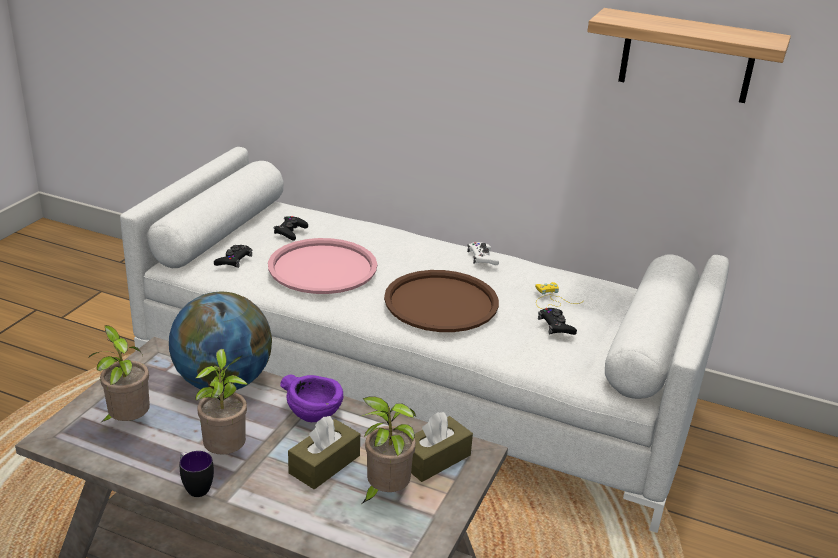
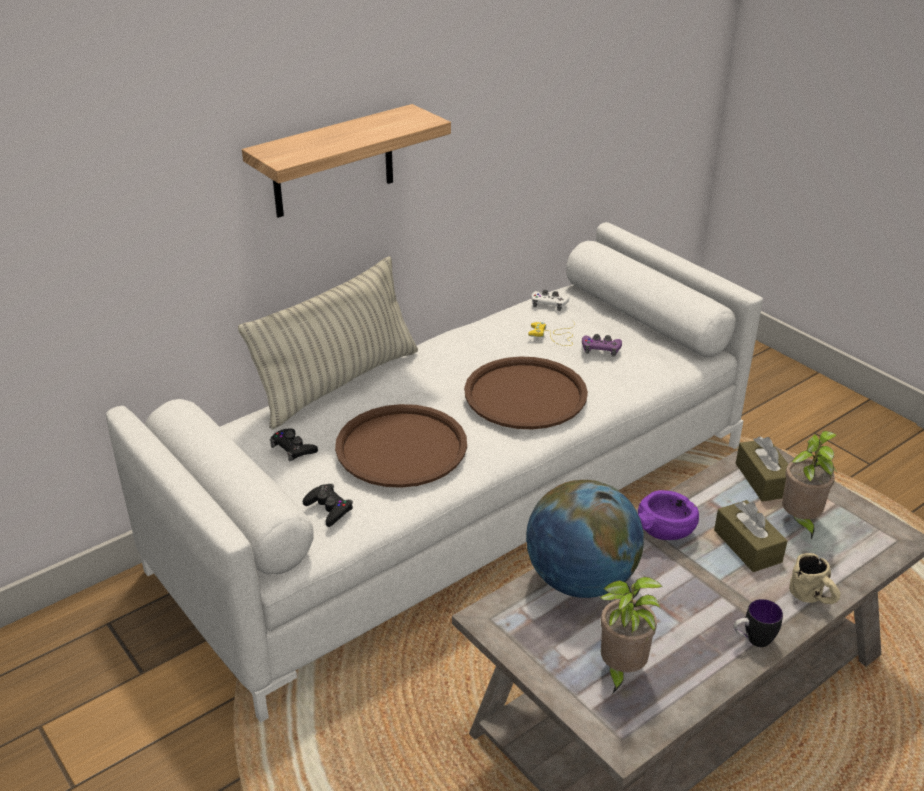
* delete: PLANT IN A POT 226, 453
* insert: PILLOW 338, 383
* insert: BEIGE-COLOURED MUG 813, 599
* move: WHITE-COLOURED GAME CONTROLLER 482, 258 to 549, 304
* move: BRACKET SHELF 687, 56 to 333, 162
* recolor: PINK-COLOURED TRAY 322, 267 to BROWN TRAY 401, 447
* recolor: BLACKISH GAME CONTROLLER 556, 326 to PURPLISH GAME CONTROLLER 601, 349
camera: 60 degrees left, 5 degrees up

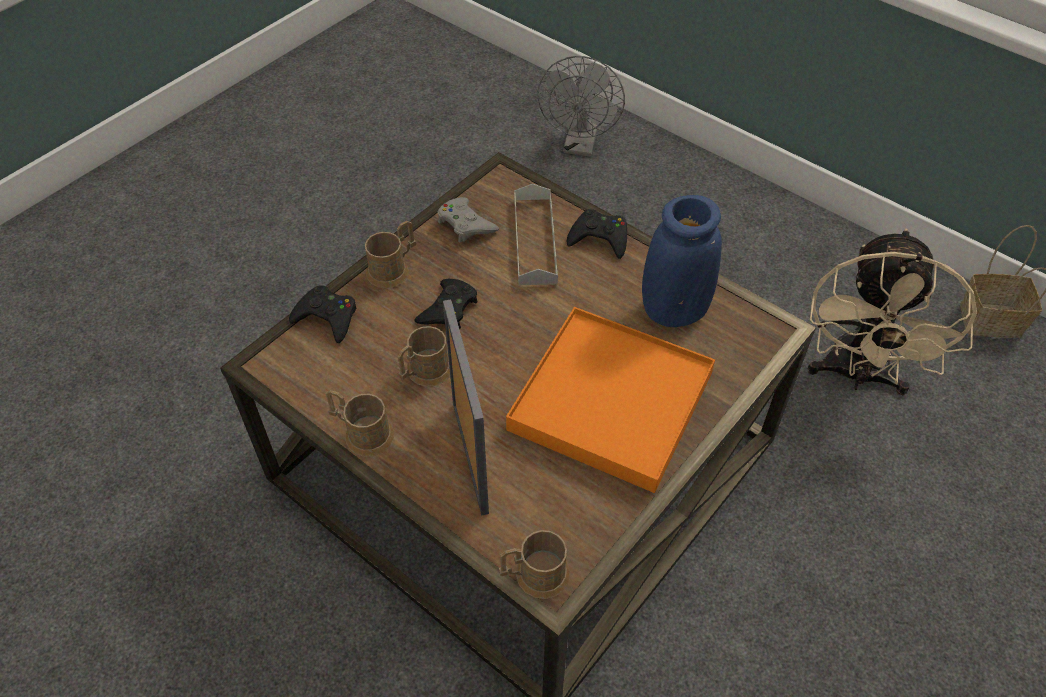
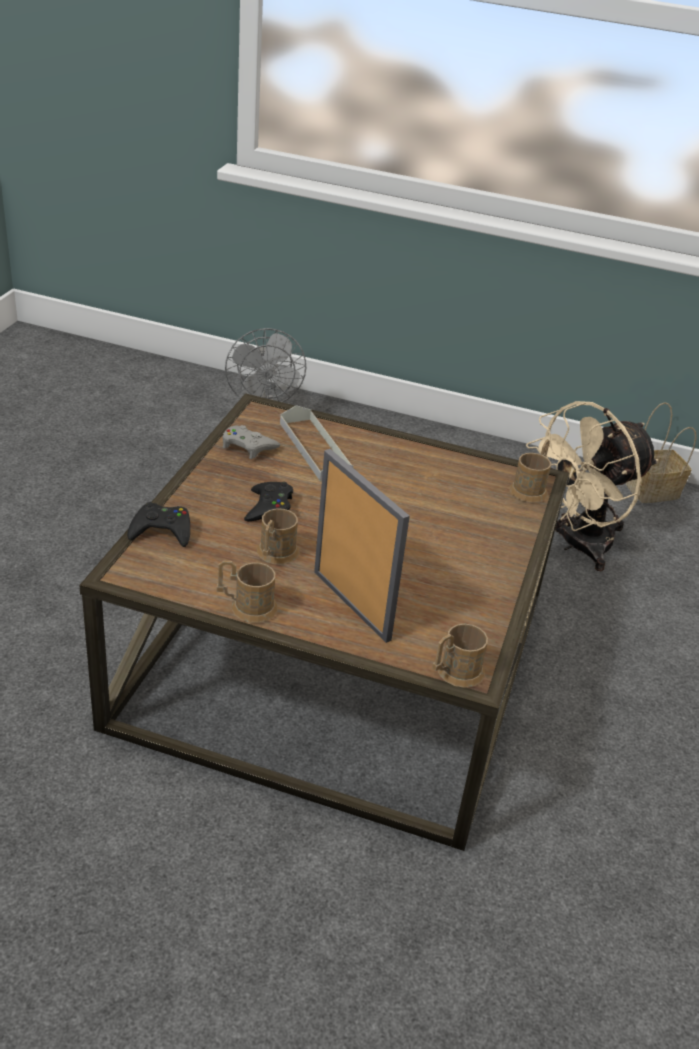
* delete: ORANGE-COLOURED TRAY 610, 401
* delete: BLACKISH GAME CONTROLLER 599, 238
* delete: BLUISH DECORATIVE VASE 674, 311
* move: BROWN MUG 393, 269 to 530, 488
* rotate: BEIGE-COLOURED FAN 857, 375 = 576, 545 60 degrees clockwise
camera: 25 degrees left, 15 degrees down

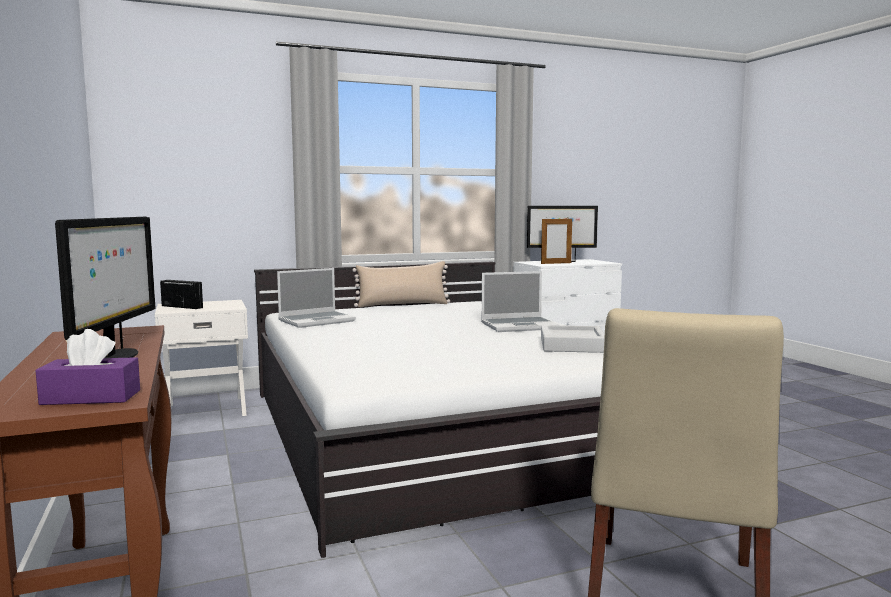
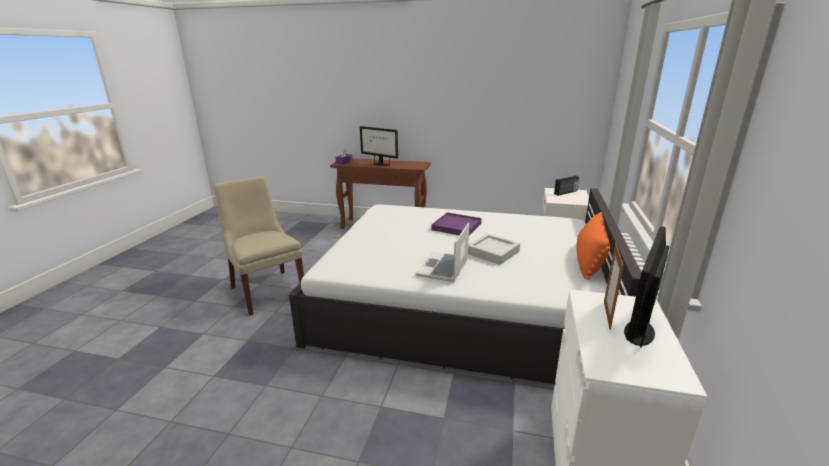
* delete: LAPTOP 317, 321
* insert: PURPLISH TRAY 456, 226
* move: GREYISH TRAY 572, 345 to 493, 252
* recolor: BEIGE-COLOURED PILLOW 402, 305 to ORANGE-COLOURED PILLOW 589, 260
camera: 125 degrees right, 15 degrees up

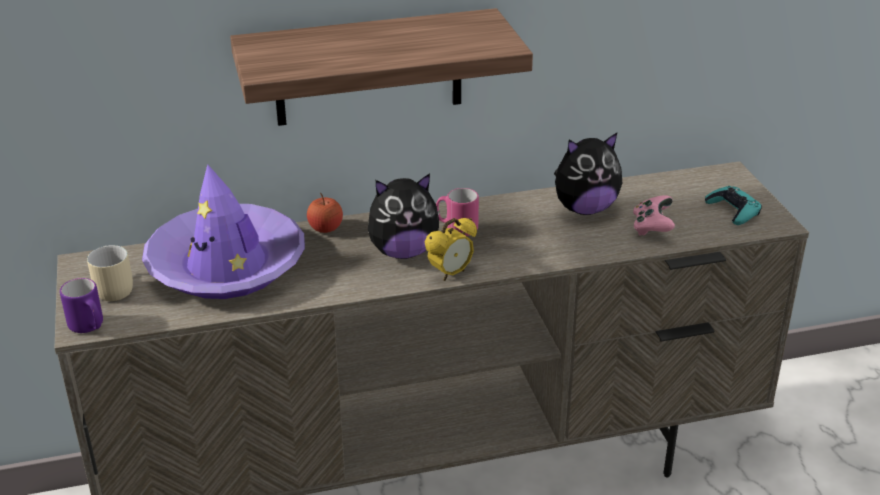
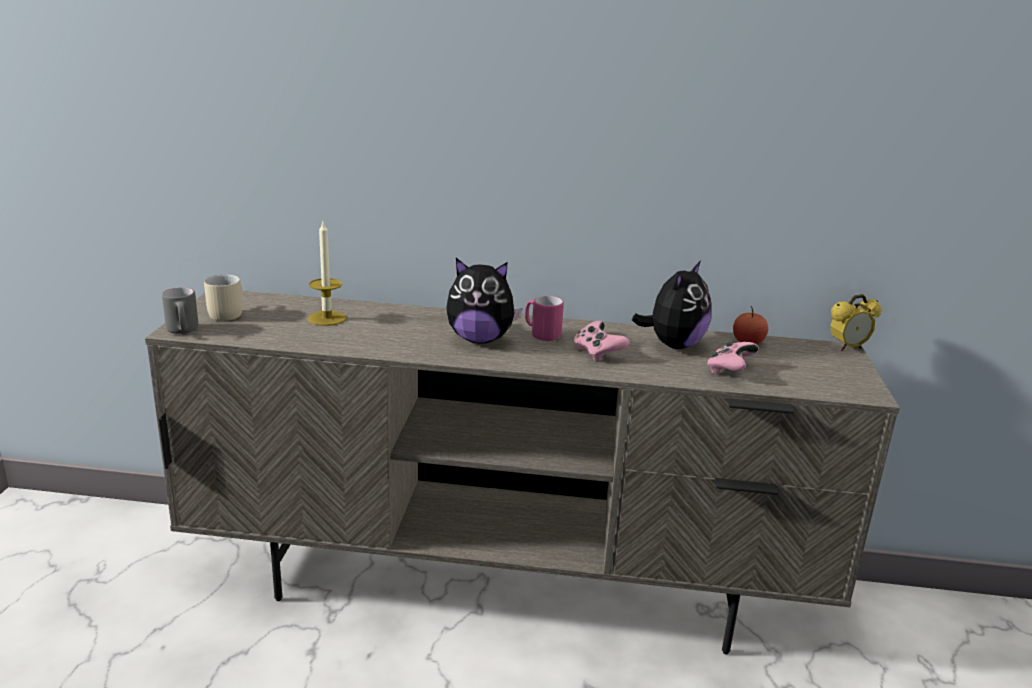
* delete: BRACKET SHELF 368, 68
* delete: TURQUOISE GAME CONTROLLER 733, 210
* insert: PINK-COLOURED GAME CONTROLLER 598, 353
* move: WHOLE APPLE 325, 228 to 748, 342
* move: TABLE CLOCK 450, 274 to 848, 348
* replace: PURPLISH CLOTHING HAT 227, 265 to WAX LIGHT 327, 318
* recolor: PURPLISH MUG 89, 327 to GREYISH MUG 183, 331
* rotate: CUDDLY TOY 584, 208 = 673, 345 60 degrees counterclockwise
camera: 20 degrees right, 10 degrees down

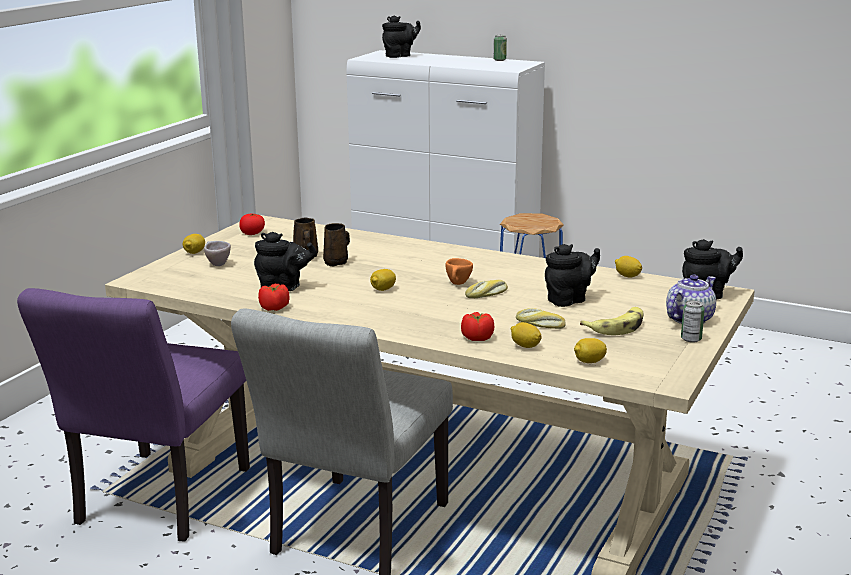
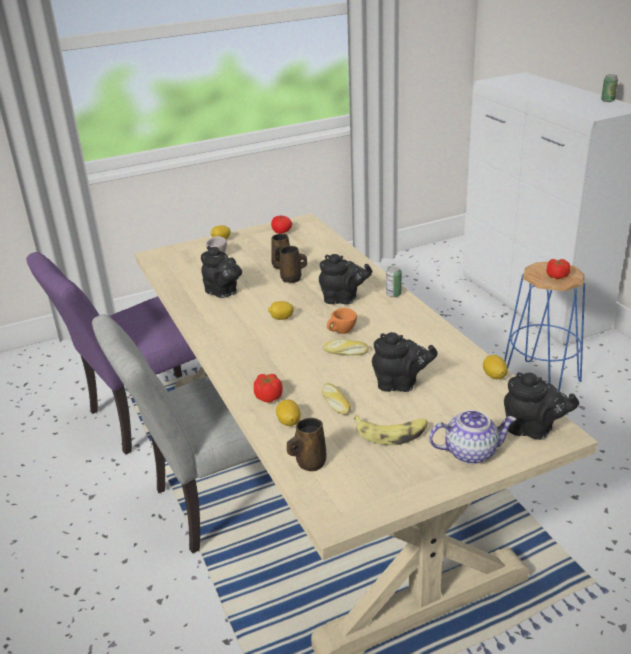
* move: FRESH TOMATO 274, 308 to 557, 276
* move: BLACKISH TEAPOT 400, 56 to 343, 299
* move: METAL CAN 691, 339 to 393, 294
* replace: WHOLE LEMON 589, 362 to BROWN MUG 309, 463
camera: 40 degrees right, 10 degrees up

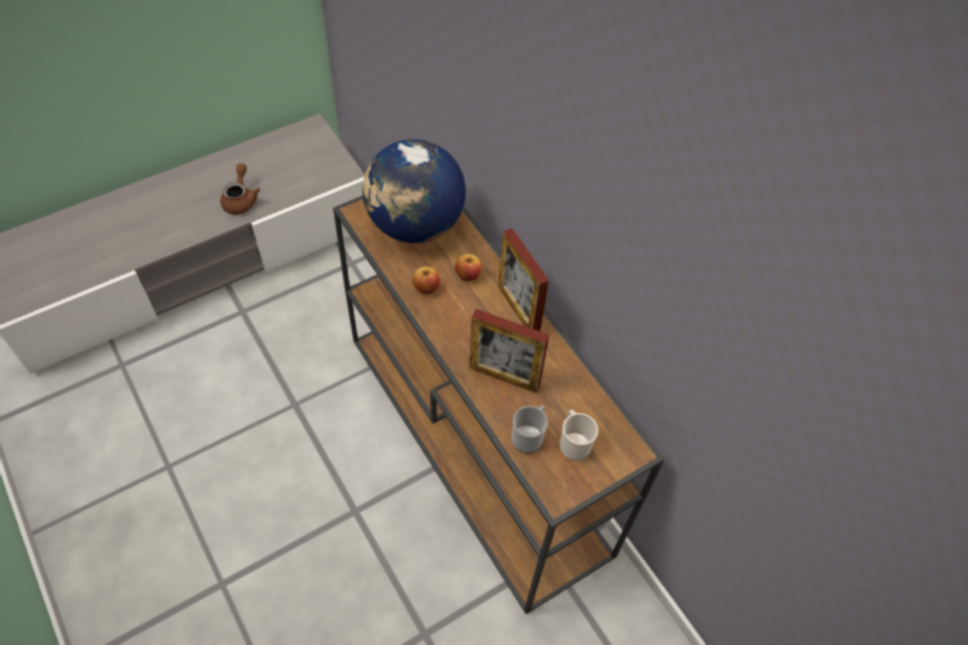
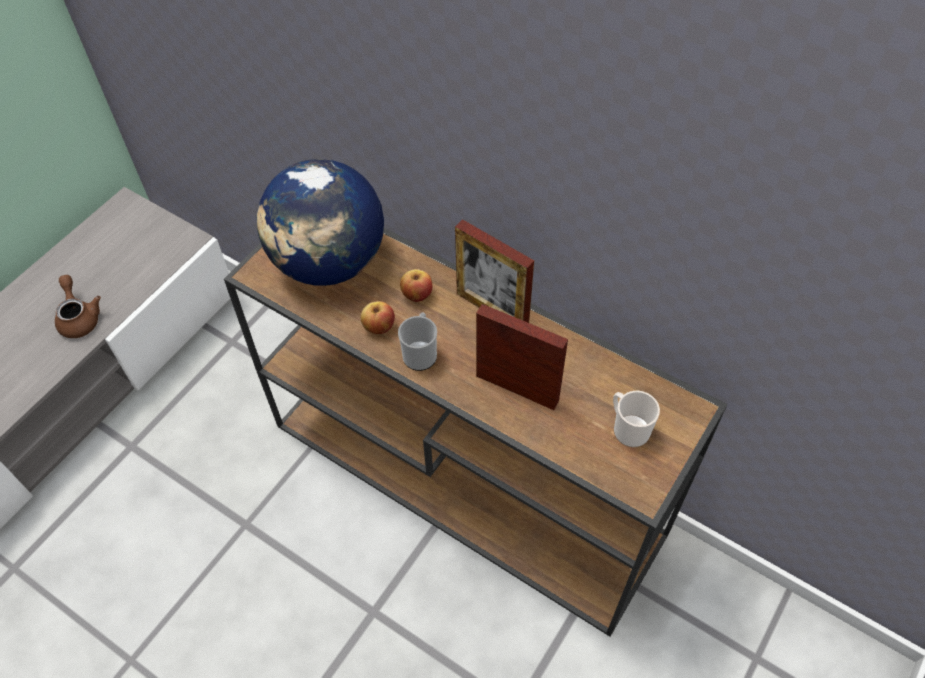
* move: MUG 529, 436 to 420, 353
* rotate: PICTURE FRAME 504, 376 = 517, 388 150 degrees counterclockwise
camera: 20 degrees left, 0 degrees up

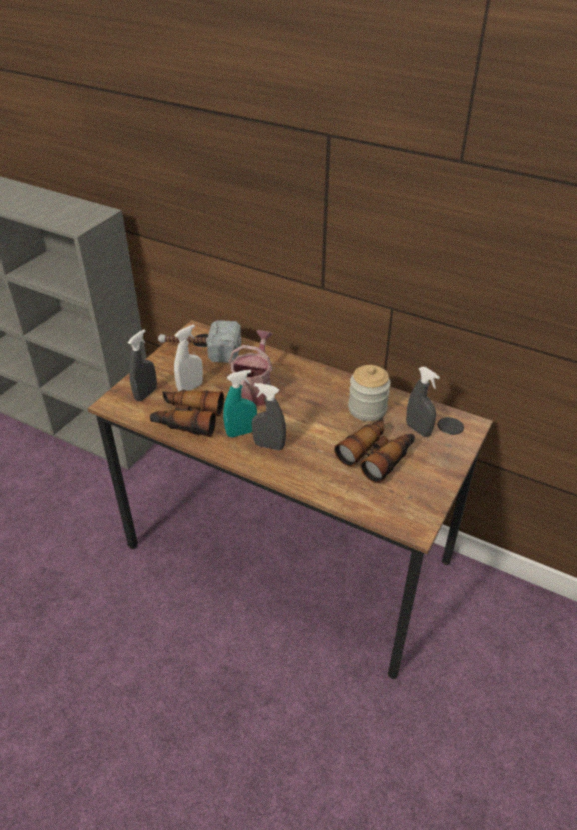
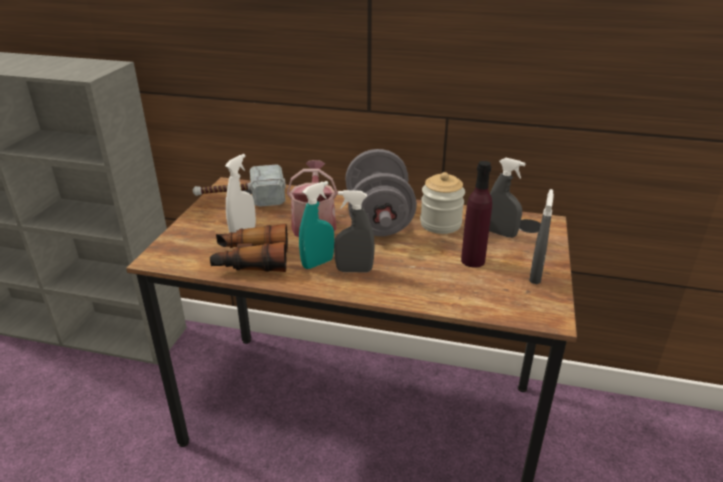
* insert: GREYISH FREE WEIGHT 379, 220
* move: GREYISH HAND SPRAYER 146, 394 to 535, 275
* replace: FIELD GLASSES 377, 455 to PURPLISH DRINK BOTTLE 472, 260
camera: 15 degrees left, 10 degrees down

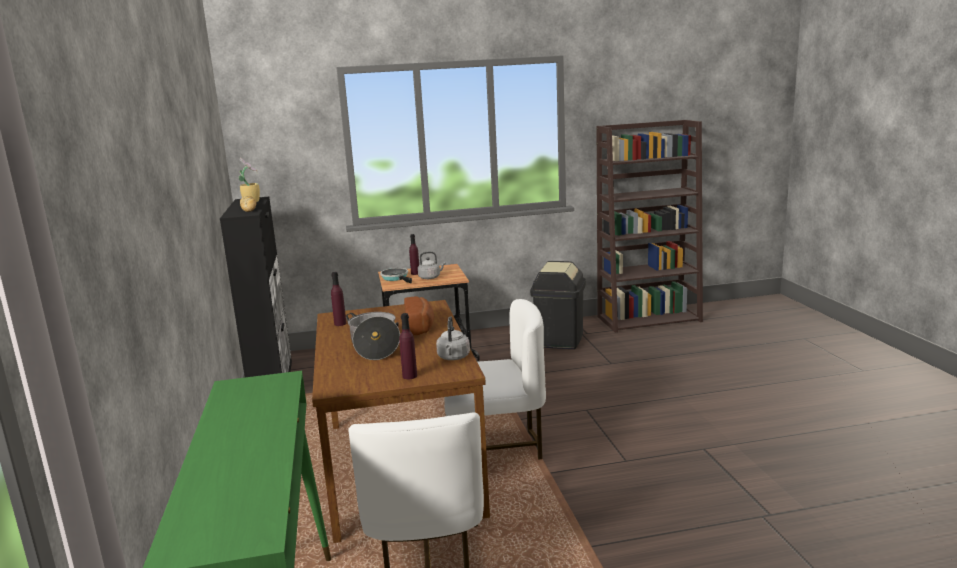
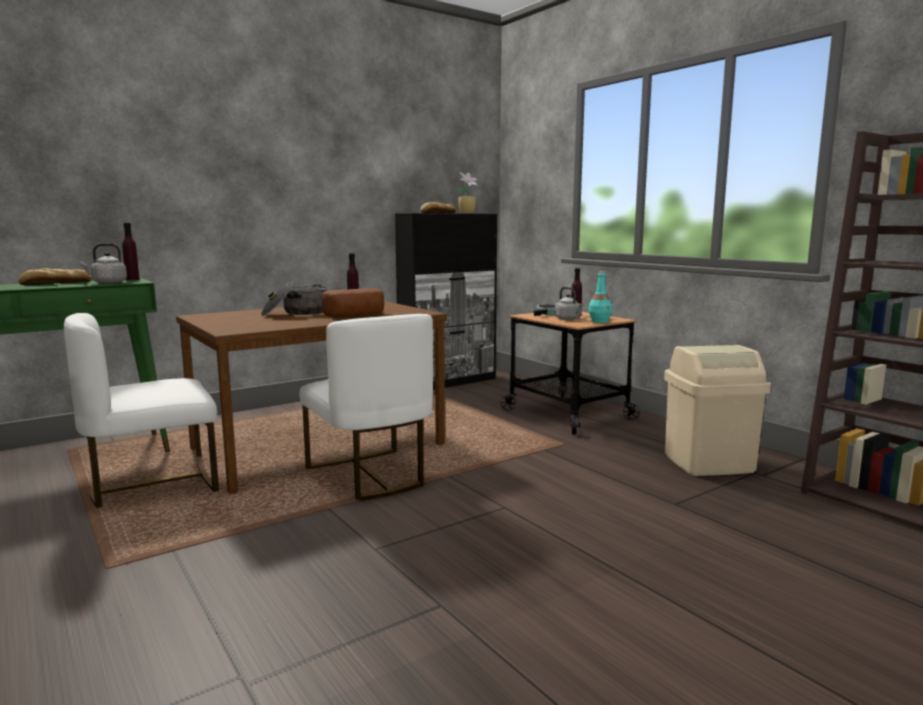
* insert: BAKERY BREAD 55, 283
* insert: TURQUOISE DRINK BOTTLE 599, 321
* move: PURPLISH DRINK BOTTLE 409, 376 to 132, 279
* move: GREYISH WATER KETTLE 453, 358 to 107, 283
* recolor: BLACKISH WASTE BIN 559, 340 to BEIGE-COLOURED WASTE BIN 708, 462
camera: 65 degrees right, 5 degrees down

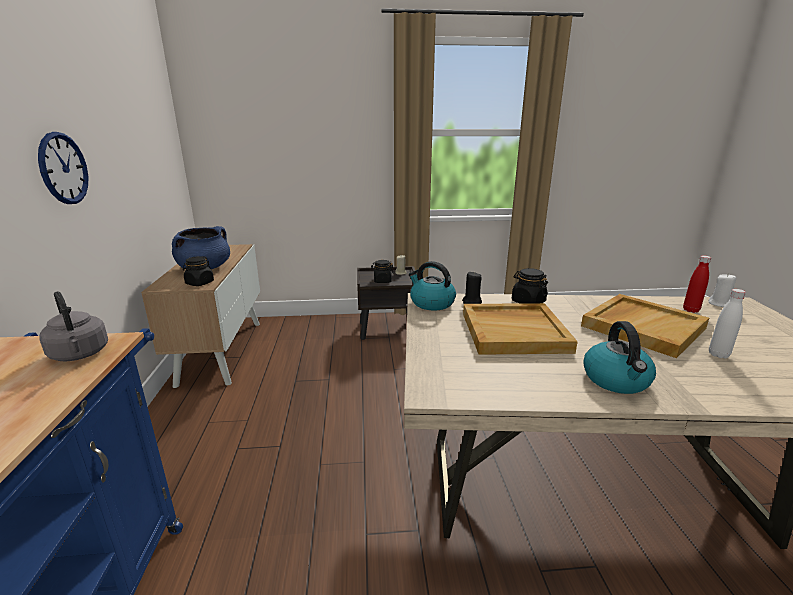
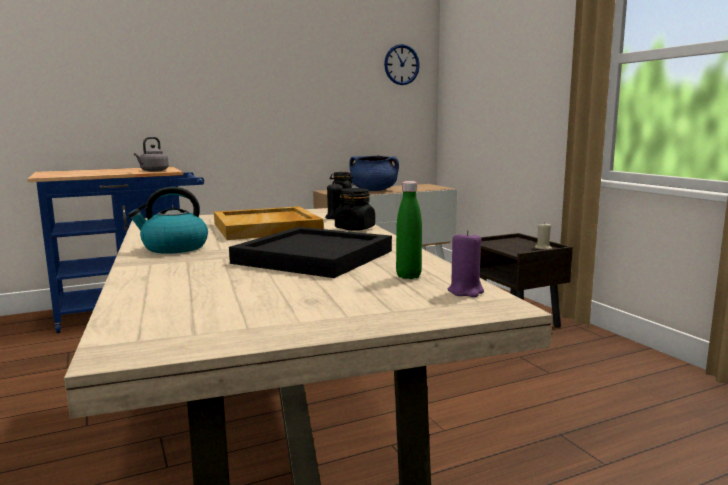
* delete: BLACKISH JAR 382, 281
* delete: WATER KETTLE 431, 303
* delete: WHITE-COLOURED DRINK BOTTLE 718, 354
* move: CLOCK ON THE WALL 63, 168 to 401, 64
* recolor: BEIGE-COLOURED TRAY 642, 326 to BLACKISH TRAY 315, 257
* recolor: REDDISH DRINK BOTTLE 691, 310 to GREEN DRINK BOTTLE 408, 276
* recolor: WHITE-COLOURED WAX LIGHT 719, 304 to PURPLISH WAX LIGHT 466, 291
camera: 70 degrees right, 10 degrees down

